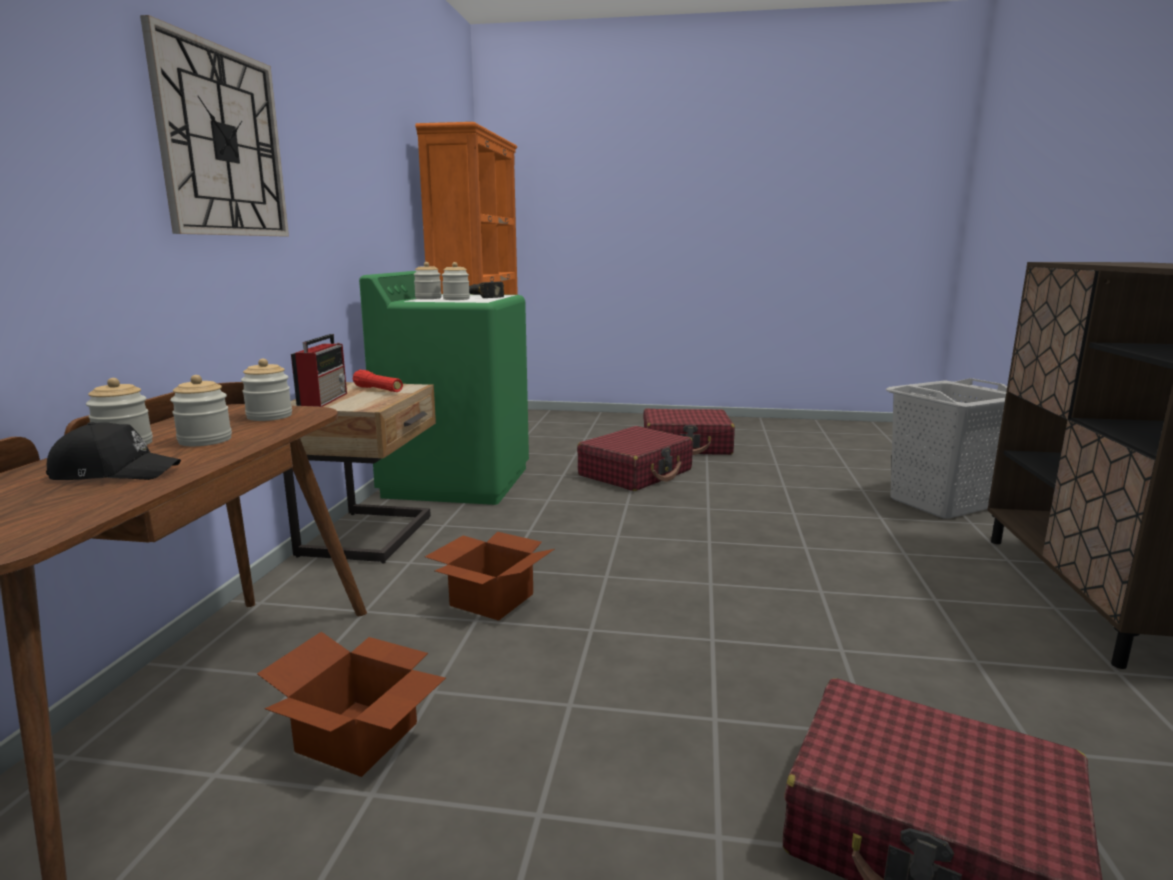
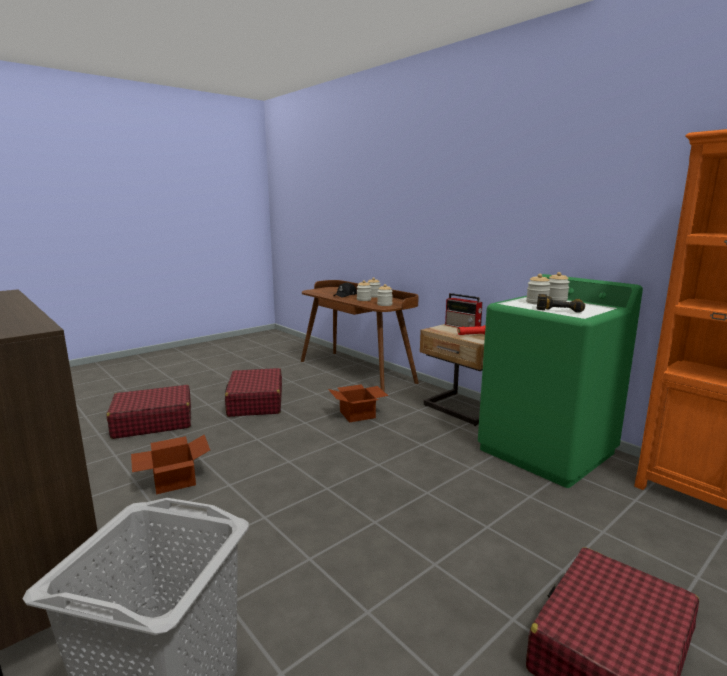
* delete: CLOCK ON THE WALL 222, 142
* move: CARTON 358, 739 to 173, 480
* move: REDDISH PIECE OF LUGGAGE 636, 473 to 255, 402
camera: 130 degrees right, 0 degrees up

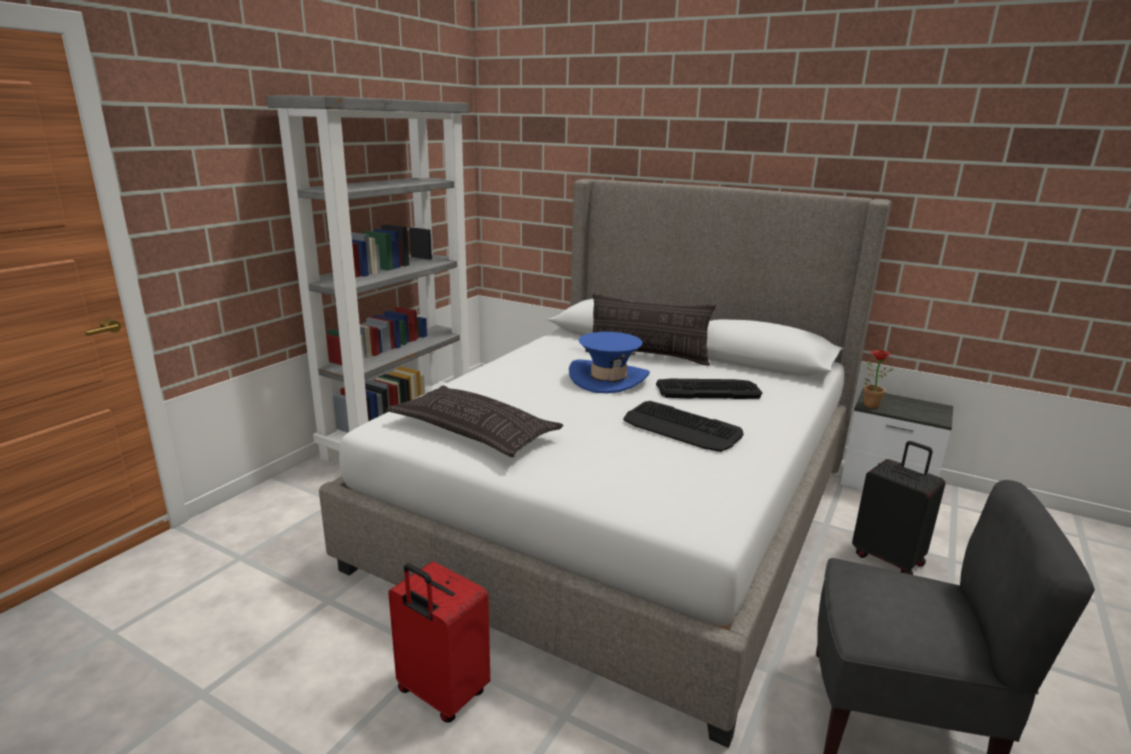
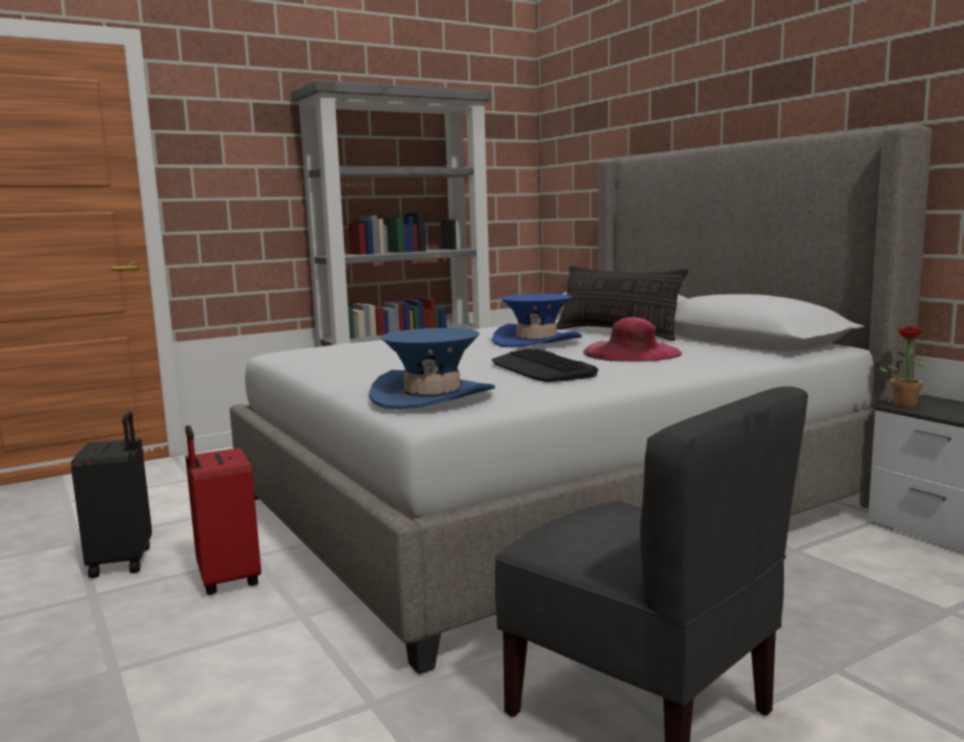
* delete: PILLOW 473, 431
* insert: BLUISH CLOTHING HAT 432, 396
* move: BLACKISH PIECE OF LUGGAGE 888, 558 to 123, 561
* replace: PC KEYBOARD 707, 389 to PINK-COLOURED CLOTHING HAT 631, 352
camera: 30 degrees right, 10 degrees down

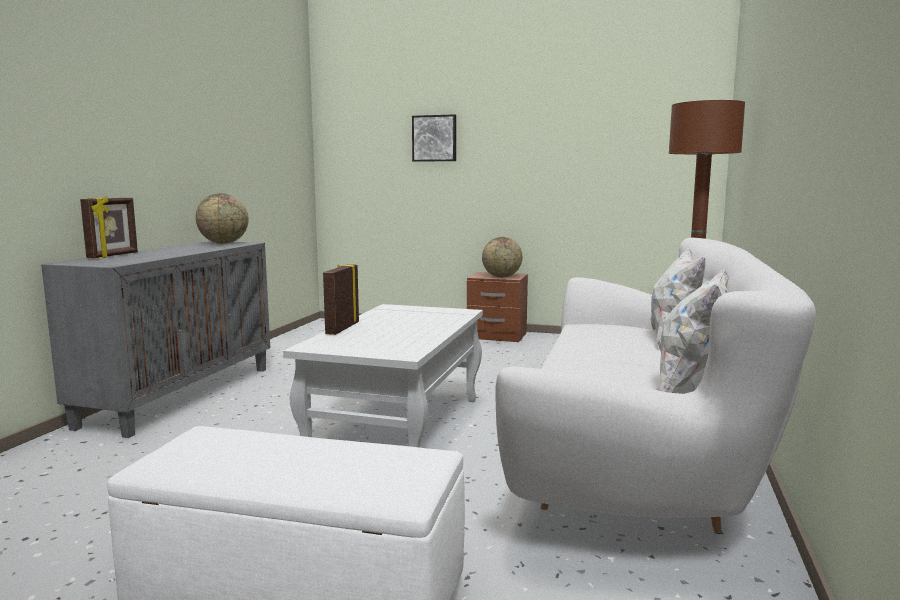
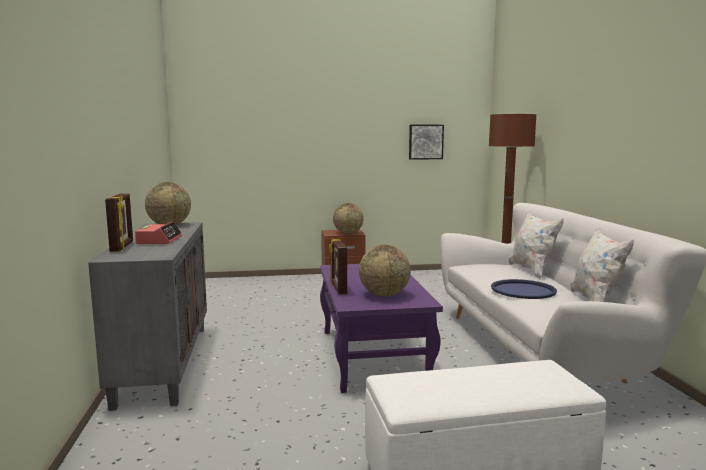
* insert: TABLE CLOCK 159, 240
* insert: GLOBE 384, 295
* insert: BLUISH TRAY 523, 290
* move: PICTURE 434, 138 to 425, 142
* recolor: WHITE-COLOURED LOW TABLE 397, 427 to PURPLISH LOW TABLE 373, 356
camera: 25 degrees left, 0 degrees up

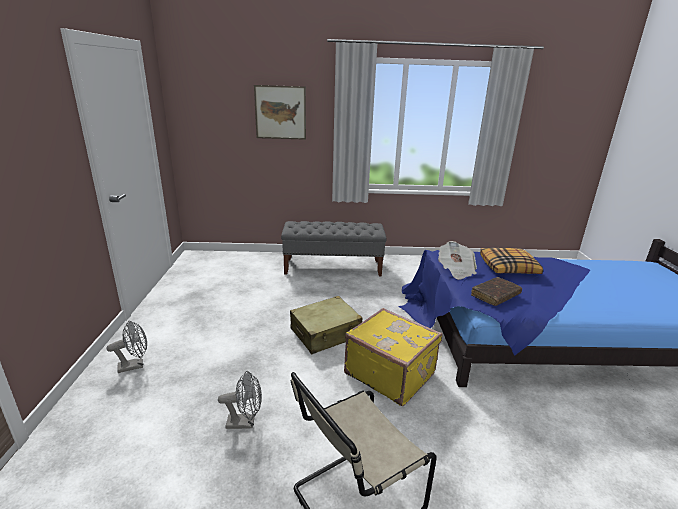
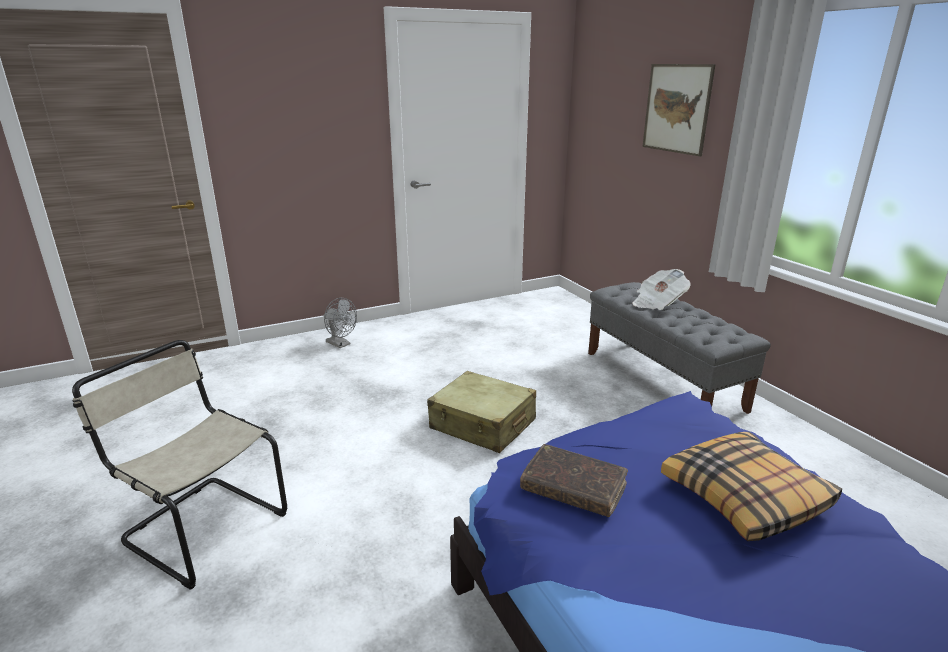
* delete: GREYISH FAN 245, 422
* delete: YELLOWISH PIECE OF LUGGAGE 390, 373
* move: NEWSPAPER 456, 270 to 657, 303
camera: 65 degrees right, 0 degrees up

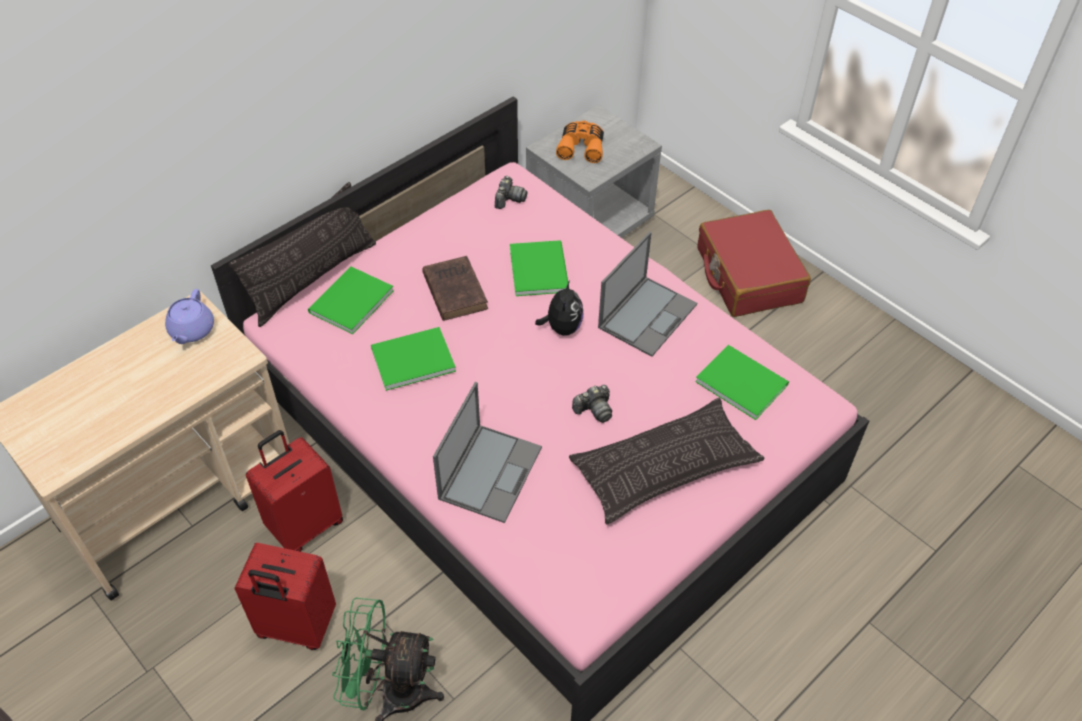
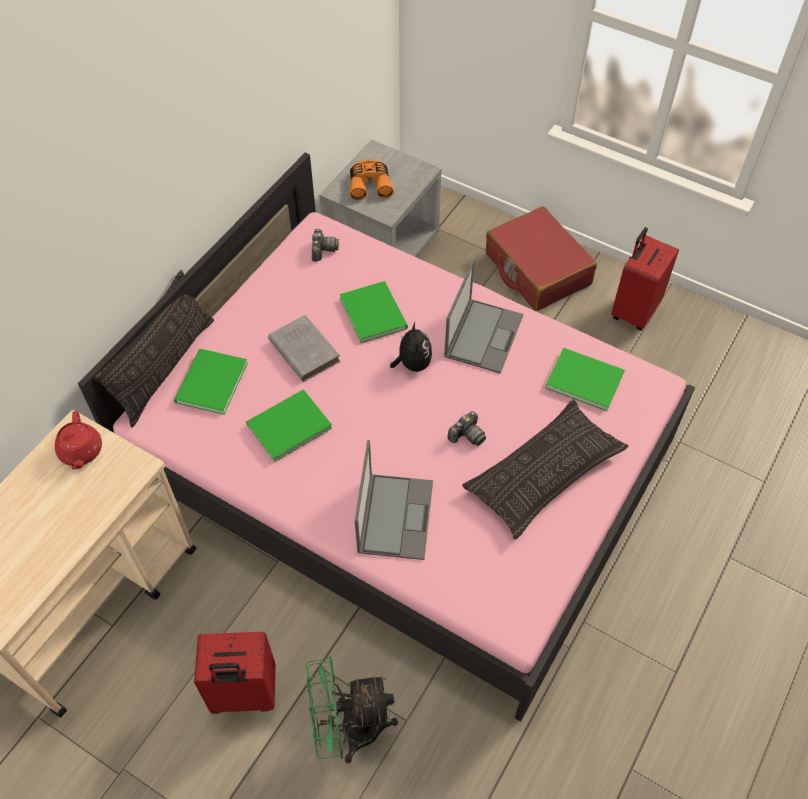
* move: REDDISH PIECE OF LUGGAGE 305, 525 to 634, 311
* recolor: PURPLISH TEAPOT 191, 331 to REDDISH TEAPOT 81, 452
* recolor: BROWN BOOK 454, 290 to GREYISH BOOK 303, 350
camera: 15 degrees left, 5 degrees up

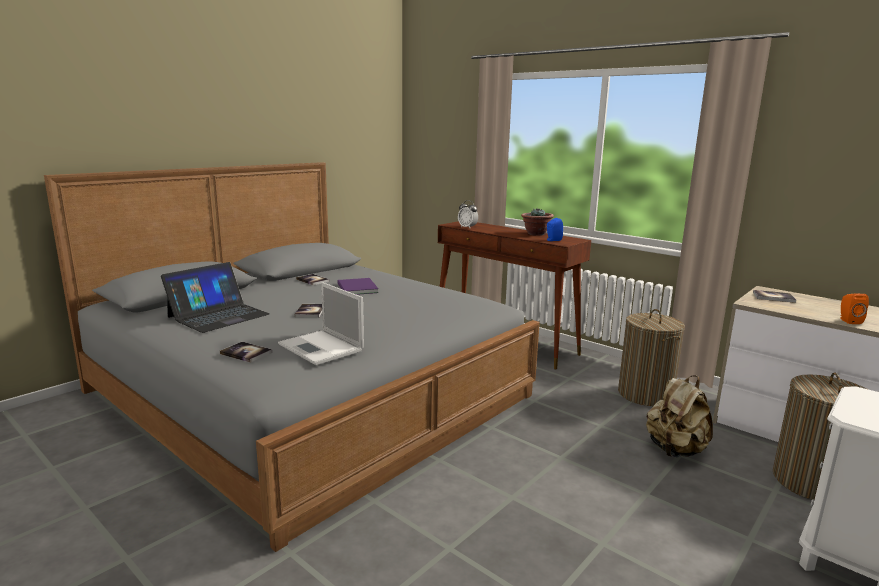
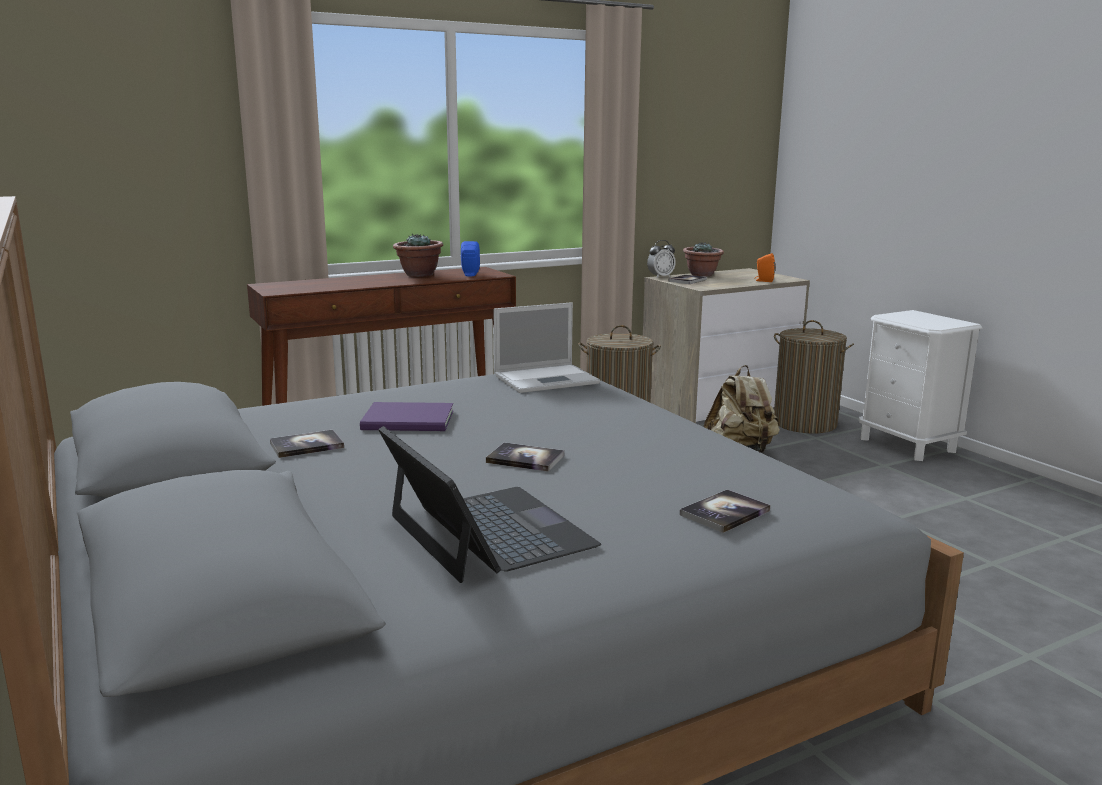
* insert: PLANT IN A POT 702, 274
* move: LAPTOP 322, 348 to 547, 379
* move: TABLE CLOCK 467, 227 to 660, 277
camera: 70 degrees left, 0 degrees up

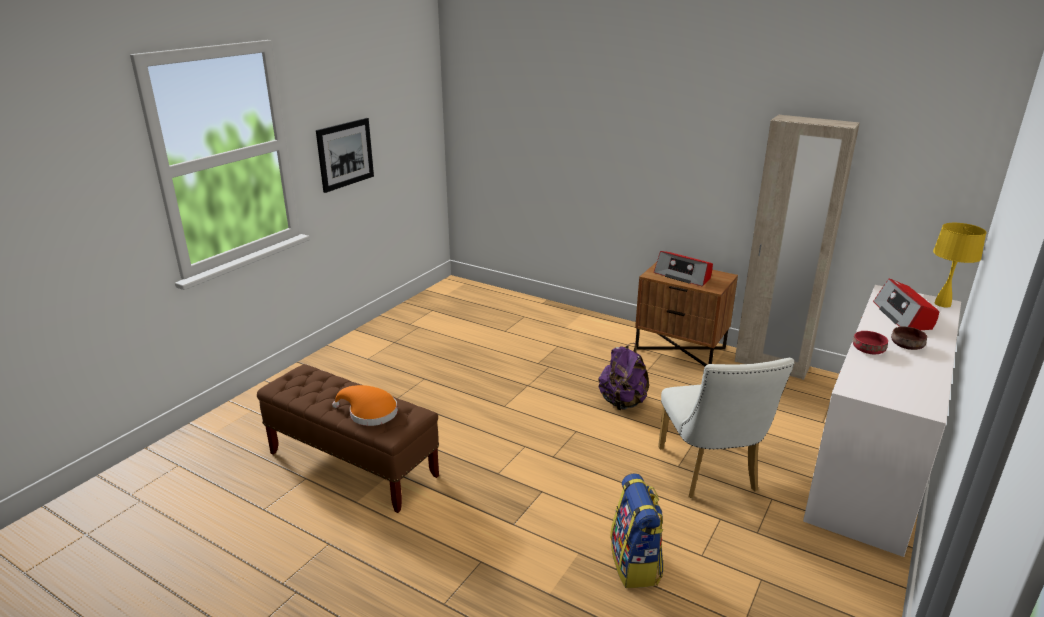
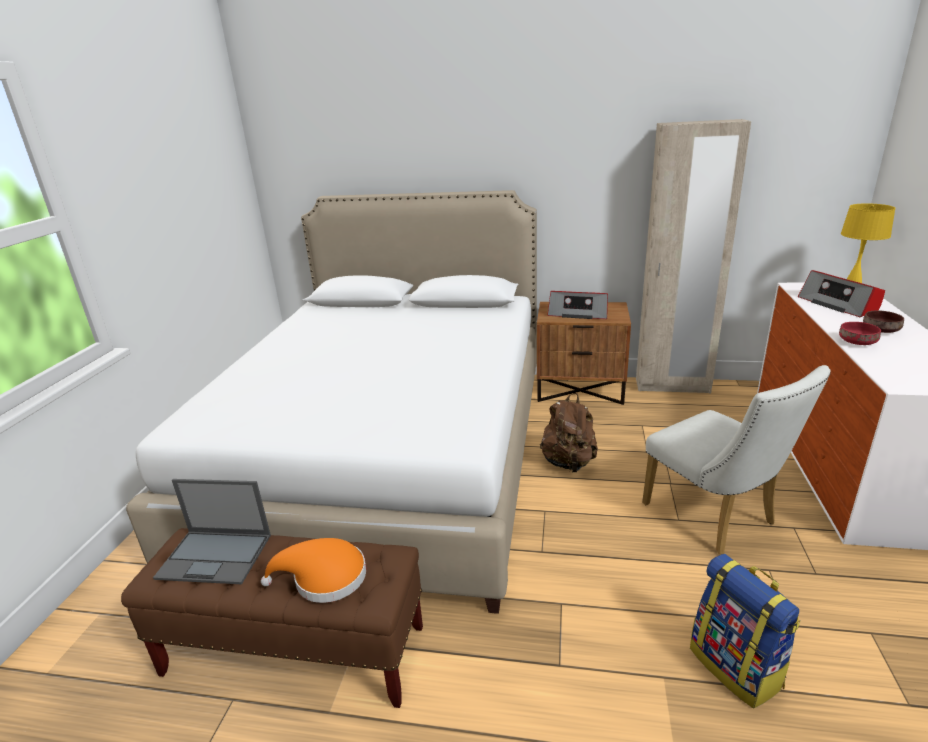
* delete: PICTURE 345, 154
* insert: WHITE-COLOURED BEDROOM BED 391, 455
* insert: LAPTOP 216, 556
* recolor: PURPLISH RUCKSACK 622, 403 to BROWN RUCKSACK 568, 463
camera: 20 degrees left, 0 degrees up

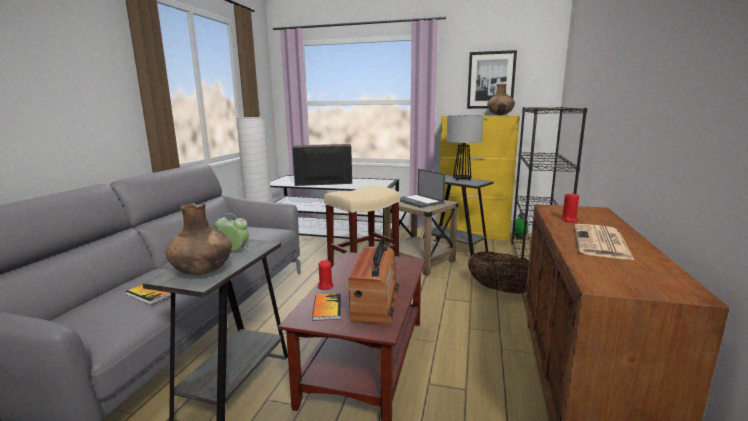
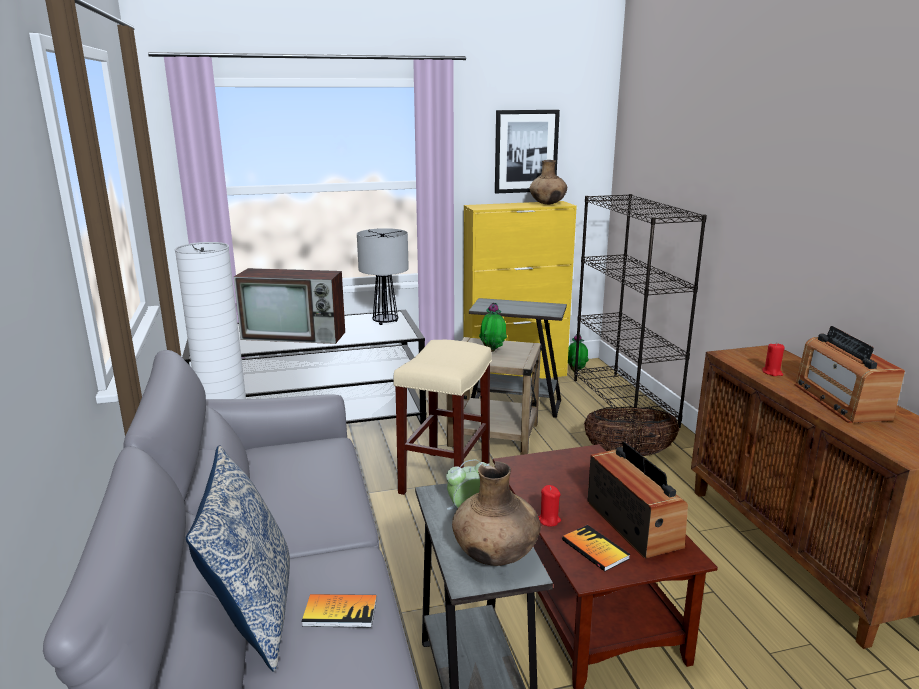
* insert: PILLOW 252, 614
* move: LAMP FOR A TABLE 462, 179 to 385, 322
* replace: LAPTOP 419, 201 to PLANT IN A POT 493, 351
* replace: NEWSPAPER 602, 243 to RADIO SET 840, 401
* rotate: TV SET 322, 183 = 296, 336 135 degrees counterclockwise
camera: 30 degrees left, 5 degrees up

